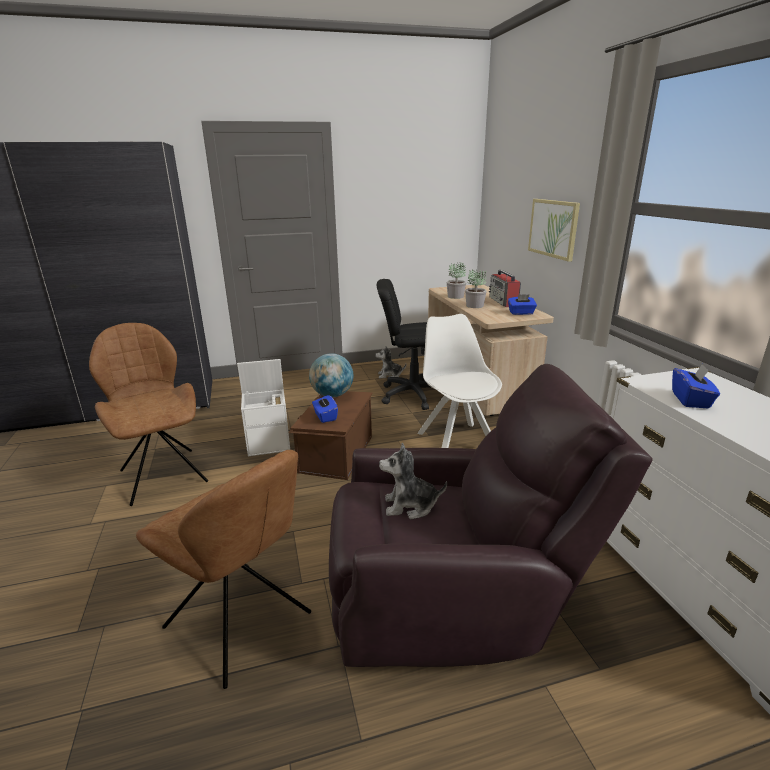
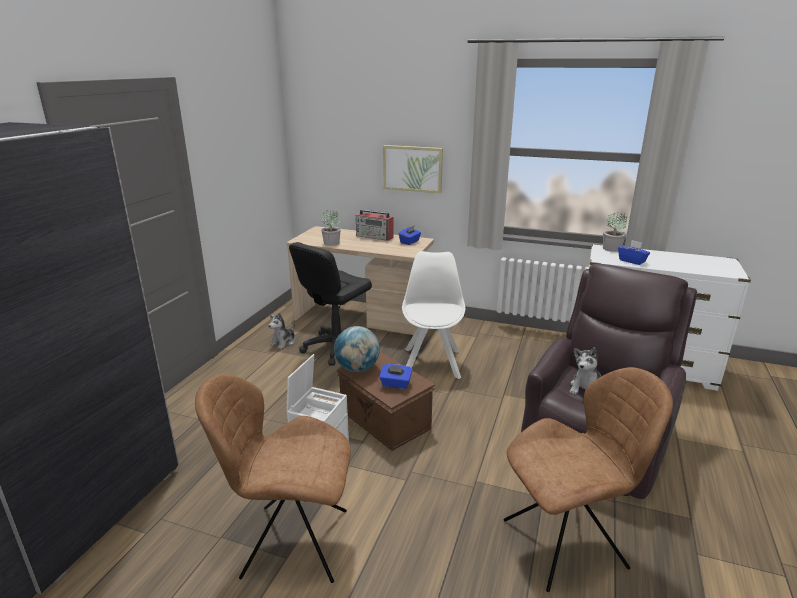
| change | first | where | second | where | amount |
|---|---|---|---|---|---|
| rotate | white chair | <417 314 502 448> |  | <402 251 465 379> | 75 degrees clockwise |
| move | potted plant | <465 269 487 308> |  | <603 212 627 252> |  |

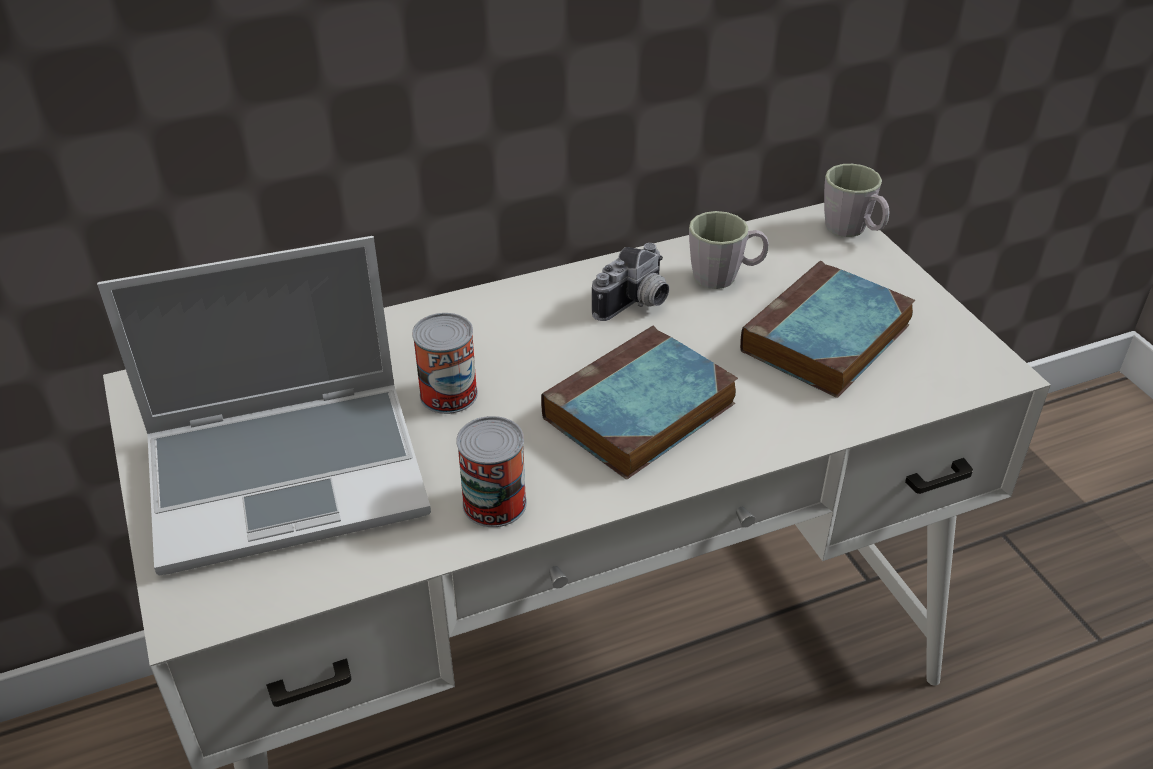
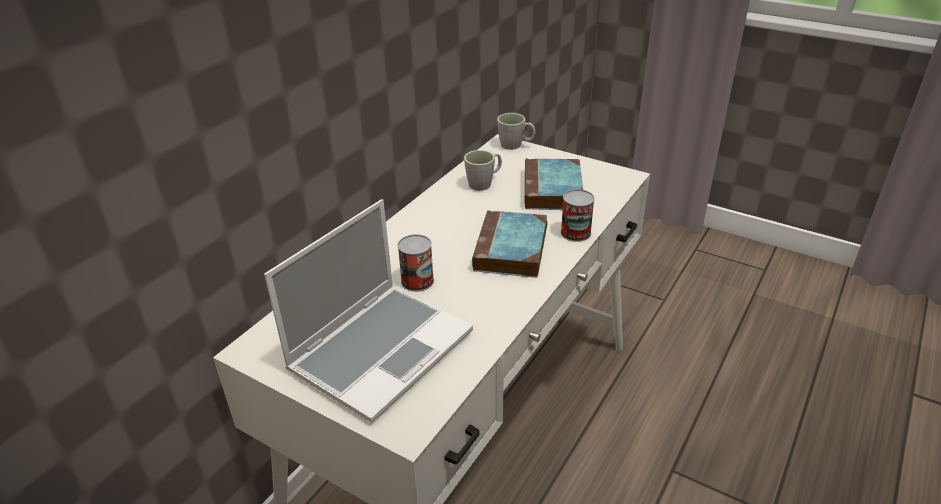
| change | first | where | second | where | amount |
|---|---|---|---|---|---|
| move | can | <456 416 527 527> |  | <561 189 595 242> |  |
| delete | photo camera | <592 243 669 321> |  |  |  |

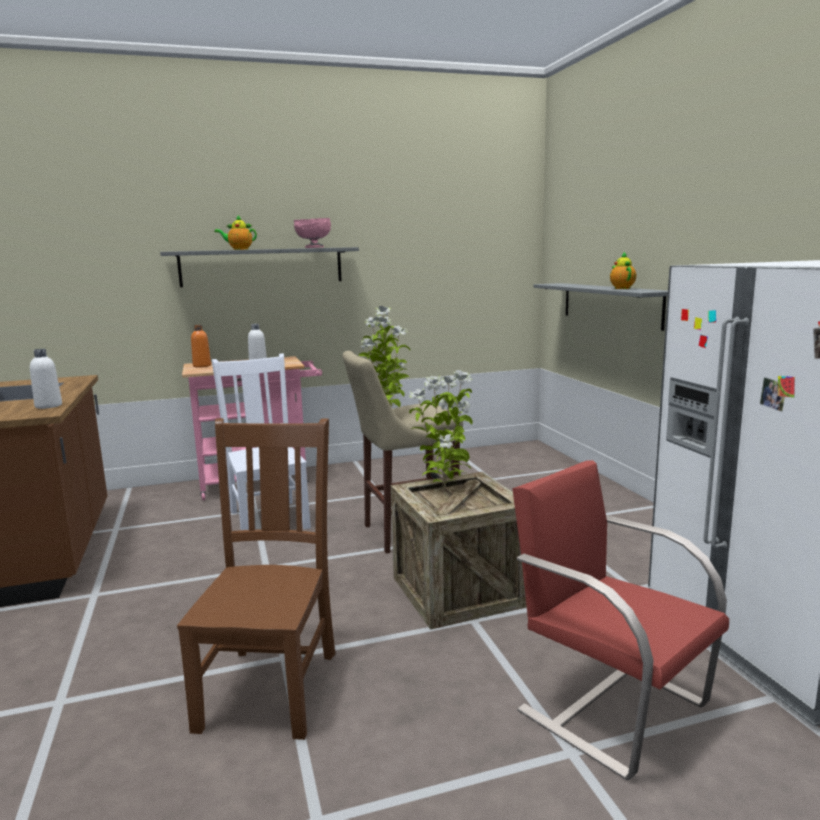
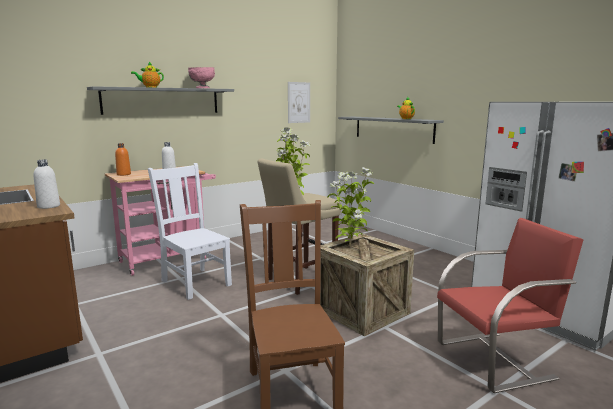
| change | first | where | second | where | amount |
|---|---|---|---|---|---|
| rotate | red chair | <512 460 729 780> |  | <437 218 583 393> | 135 degrees clockwise |
| insert |  |  | picture | <288 82 310 123> |  |

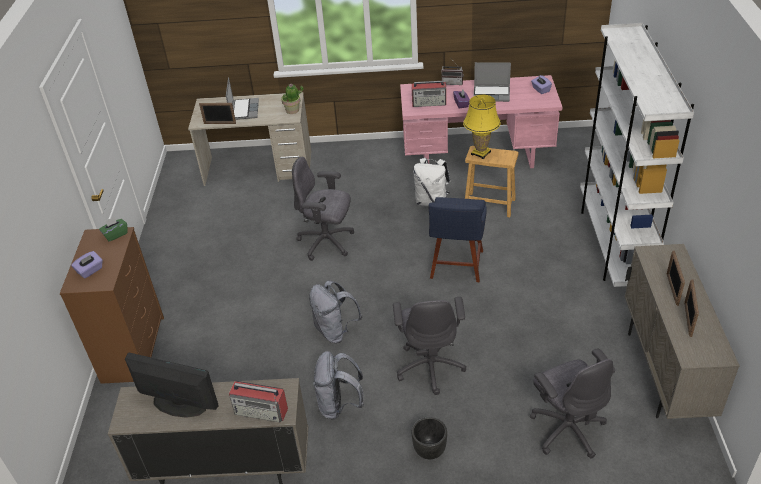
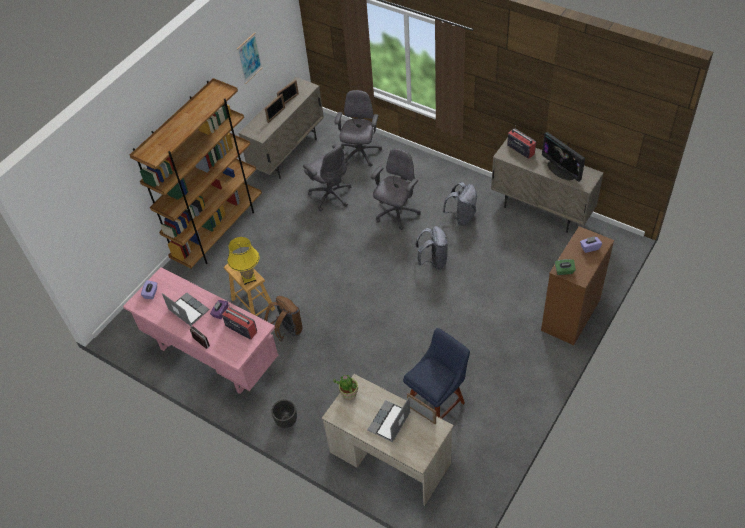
| change | first | where | second | where | amount |
|---|---|---|---|---|---|
| move | grey office chair | <292 157 354 261> |  | <303 144 351 211> |  |
| move | black planter | <412 417 447 459> |  | <271 399 297 428> |  |
| recolor | white backpack | <413 158 450 206> | brown backpack | <265 296 302 341> |  |
| move | blue chair | <429 197 487 282> |  | <403 328 470 419> |  |
| recolor | white bookcase | <580 23 694 287> | brown bookcase | <130 78 262 268> |  |
| insert |  |  | picture | <237 32 263 84> |  |

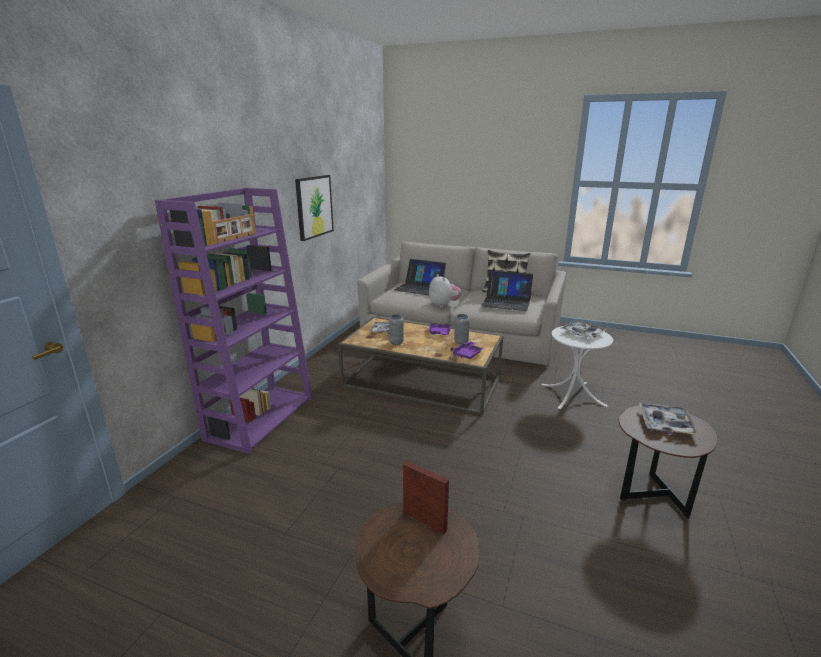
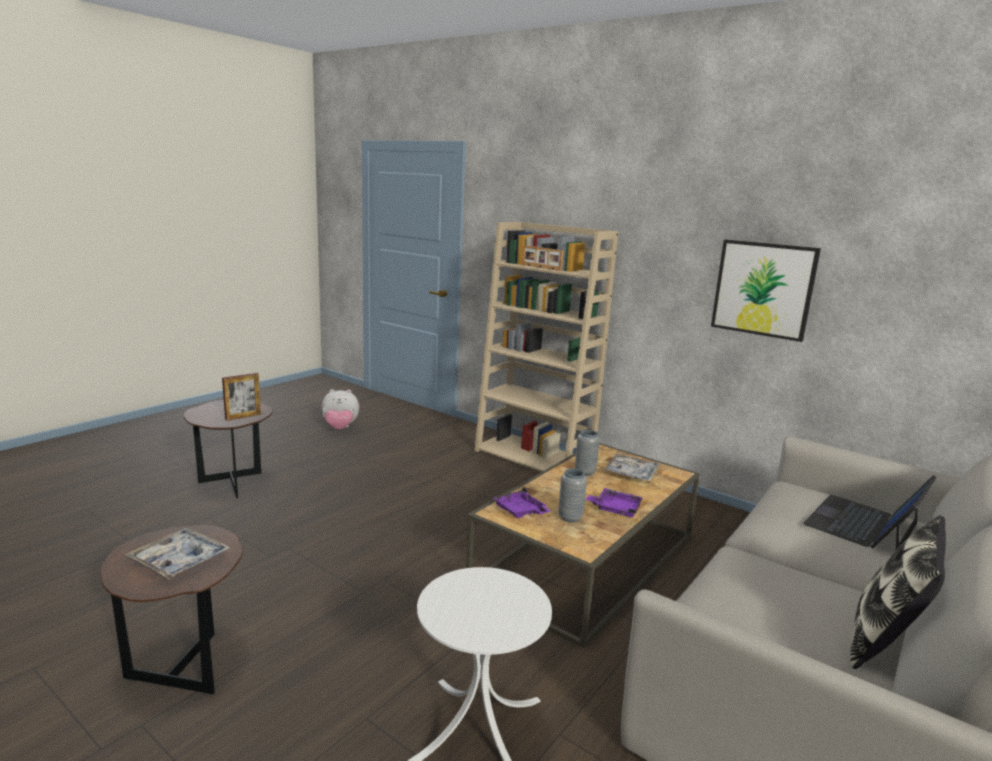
| change | first | where | second | where | amount |
|---|---|---|---|---|---|
| recolor | purple bookcase | <155 188 313 454> | beige bookcase | <474 222 618 472> |  |
| move | plush toy | <429 274 461 308> |  | <321 389 359 430> |  |
| delete | laptop | <482 270 533 311> |  |  |  |
| delete | tray | <561 320 607 338> |  |  |  |

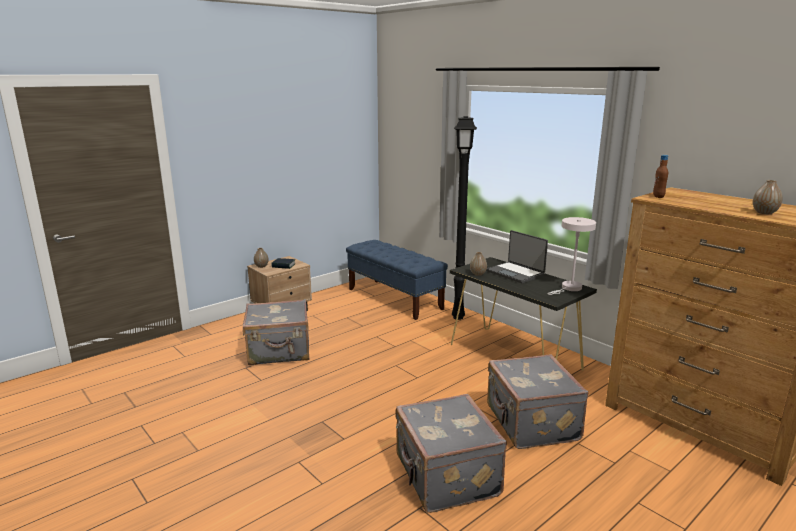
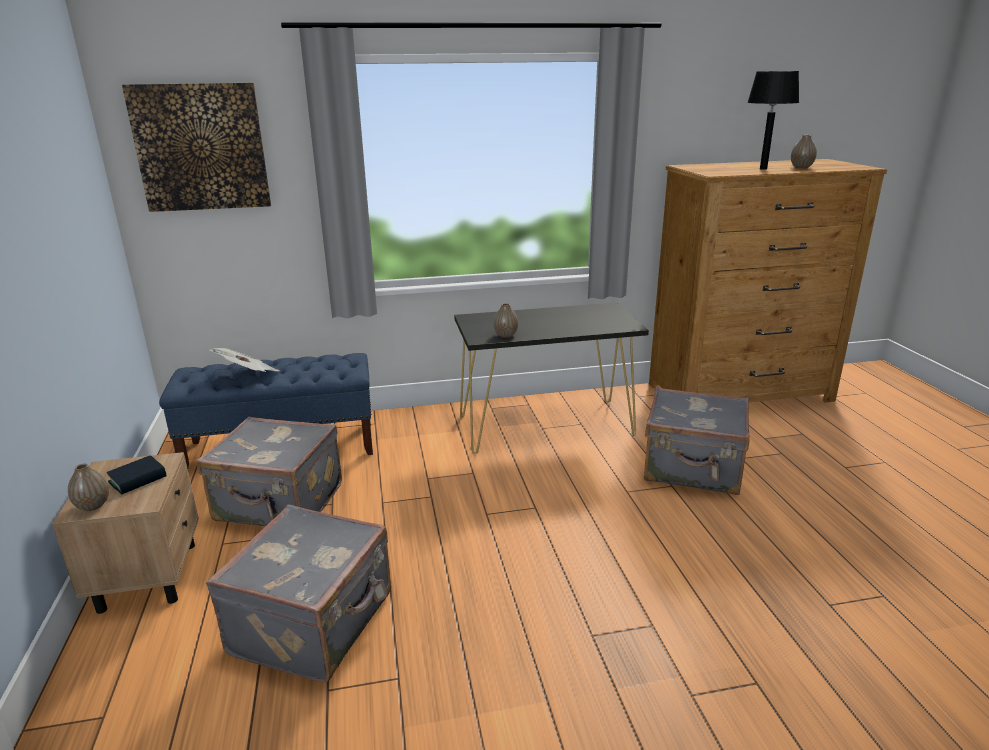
| change | first | where | second | where | amount |
|---|---|---|---|---|---|
| move | grey suitcase | <395 394 507 513> |  | <197 417 342 526> |  |
| delete | black floor lamp | <452 116 477 320> |  |  |  |
| delete | laptop | <486 230 548 283> |  |  |  |
| delete | white table lamp | <547 217 596 295> |  |  |  |
| delete | brown bottle | <653 155 668 198> |  |  |  |
| insert |  |  | picture | <122 83 271 212> |  |
| insert |  |  | newspaper | <209 348 280 372> |  |
| insert |  |  | black table lamp | <747 71 799 170> |  |

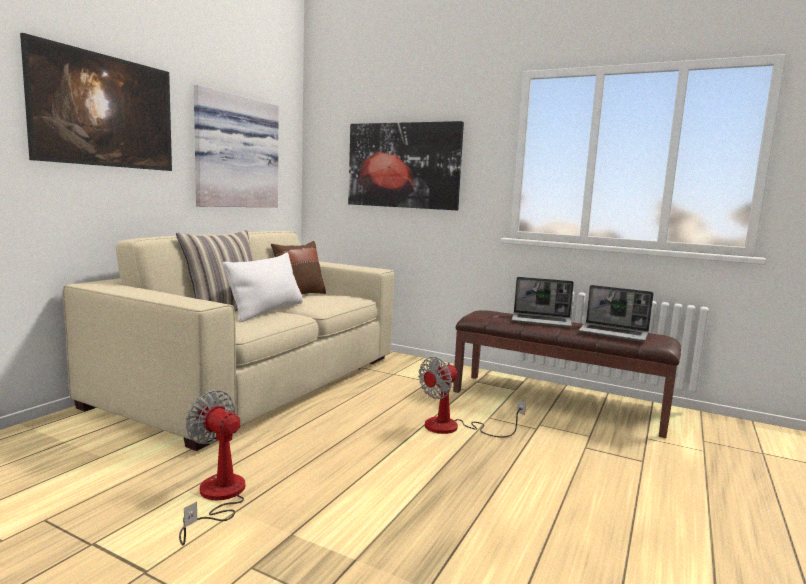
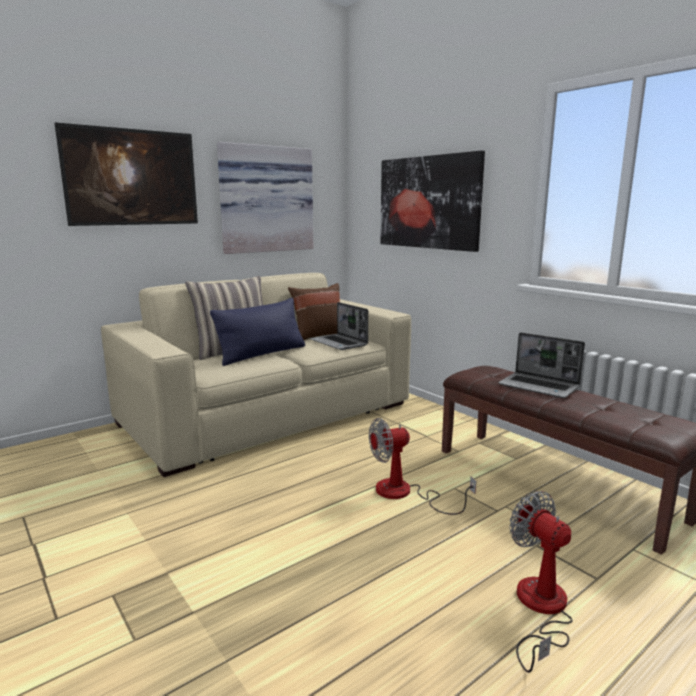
| change | first | where | second | where | amount |
|---|---|---|---|---|---|
| move | fan | <179 390 245 545> |  | <509 491 573 673> |  |
| recolor | white pillow | <222 253 303 323> | blue pillow | <210 298 305 366> |  |
| move | laptop | <579 285 654 342> |  | <310 302 368 350> |  |

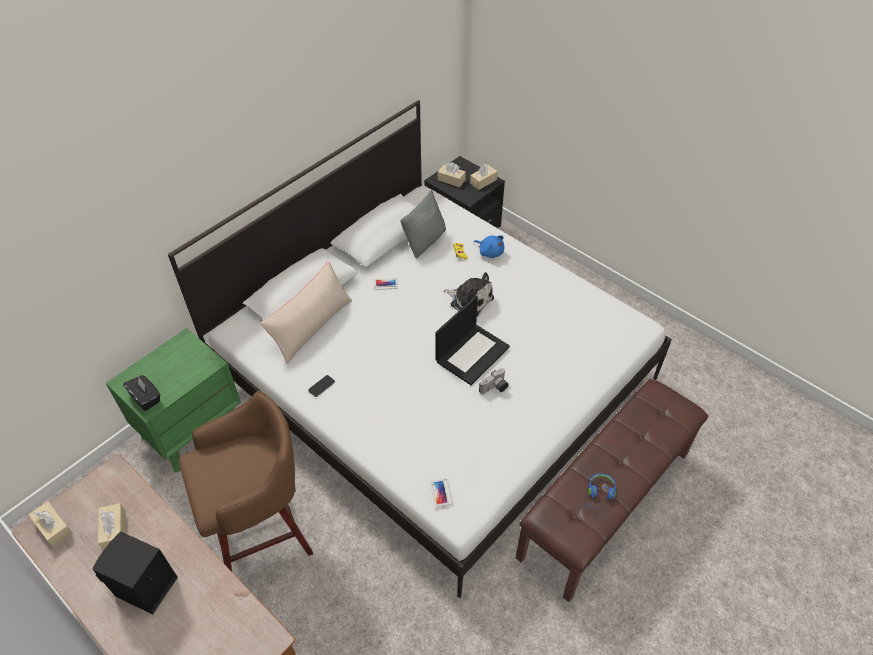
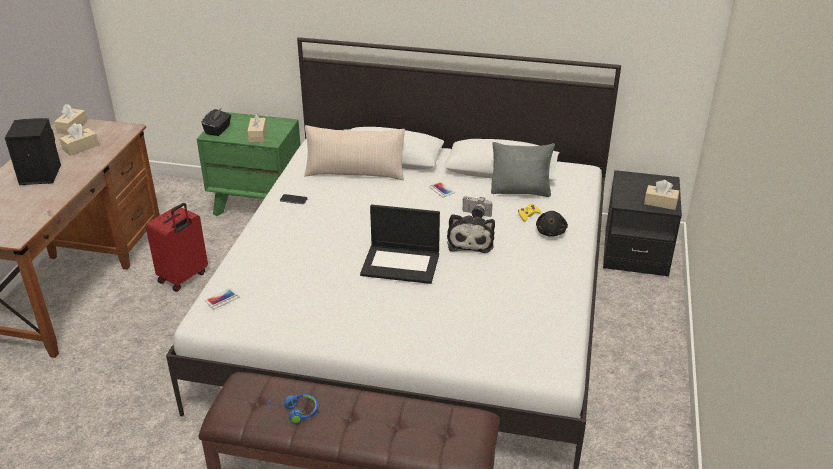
| change | first | where | second | where | amount |
|---|---|---|---|---|---|
| replace | brown stool | <179 391 313 571> | red suitcase | <146 203 208 291> |  |
| move | beige tissue box | <438 162 466 187> |  | <247 113 267 142> |  |
| recolor | blue plush toy | <474 235 504 258> | black plush toy | <536 211 568 237> |  |
| move | photo camera | <479 368 509 394> |  | <463 196 493 218> |  |

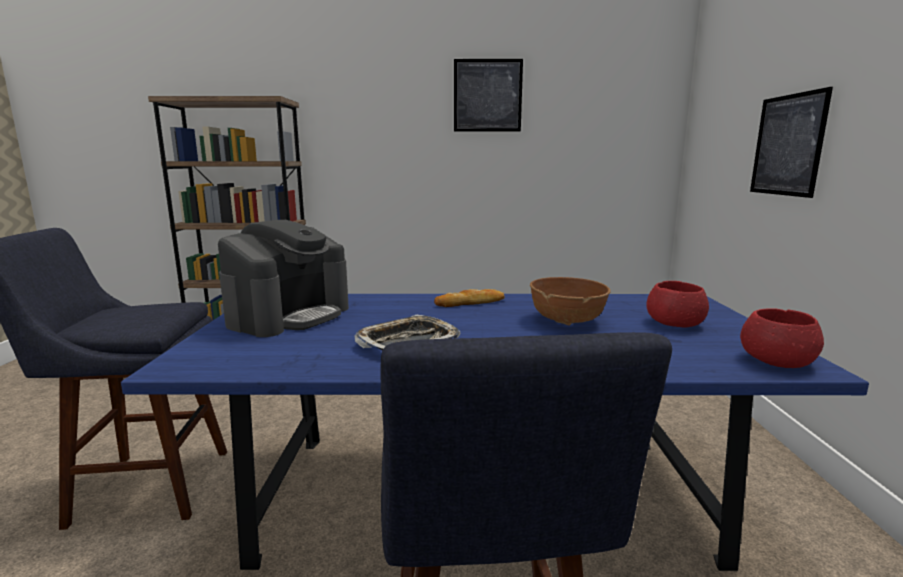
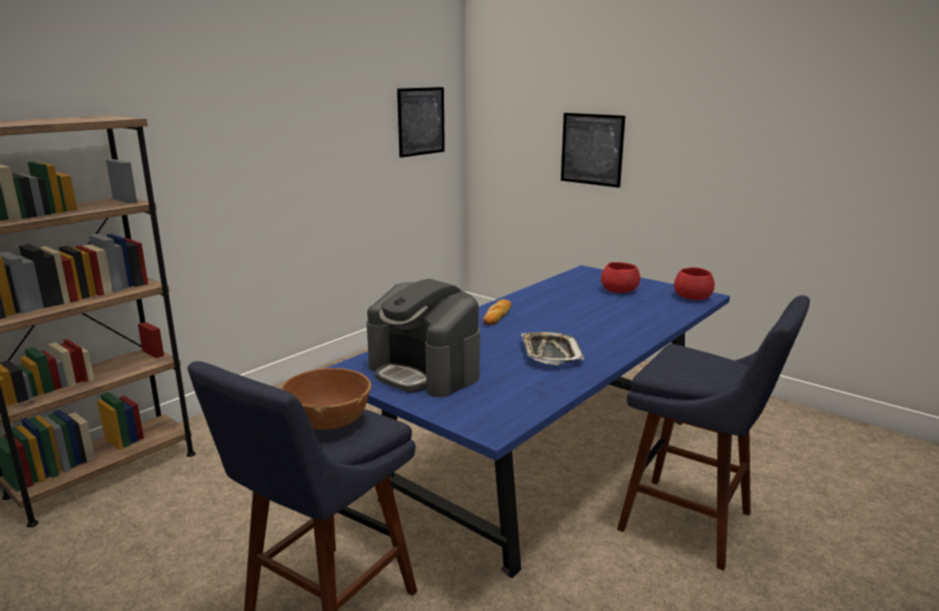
| change | first | where | second | where | amount |
|---|---|---|---|---|---|
| rotate | coffee machine | <218 220 349 337> |  | <367 279 480 397> | 150 degrees clockwise |
| move | picture | <454 59 523 132> |  | <397 87 445 158> |  |
| move | brown bowl | <530 277 611 325> |  | <282 368 371 430> |  |

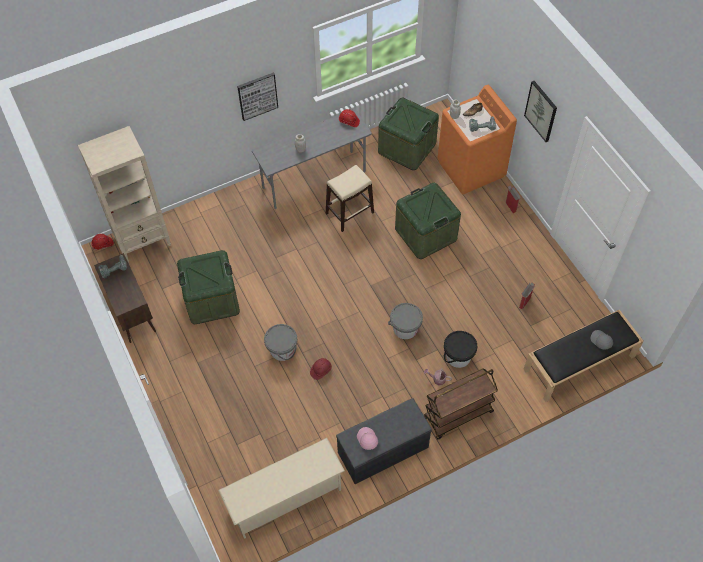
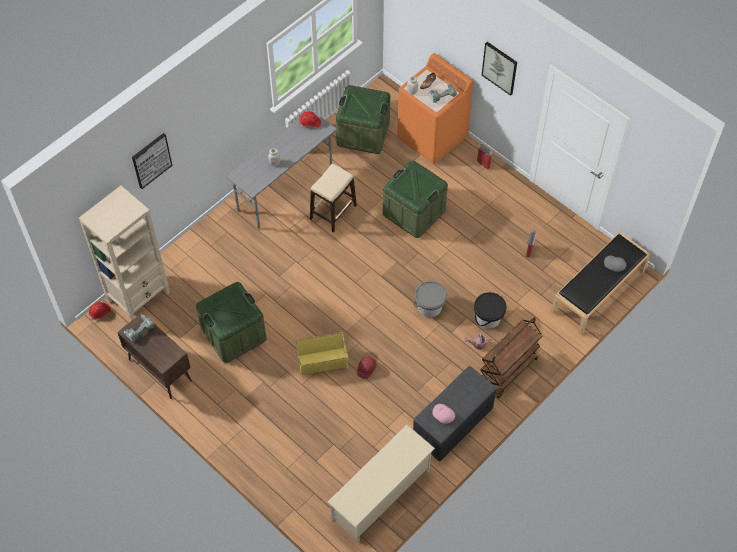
| change | first | where | second | where | amount |
|---|---|---|---|---|---|
| move | picture | <237 73 278 121> |  | <132 133 172 189> |  |
| replace | grey bucket | <264 324 297 361> | yellow storage box | <296 332 348 375> |  |

